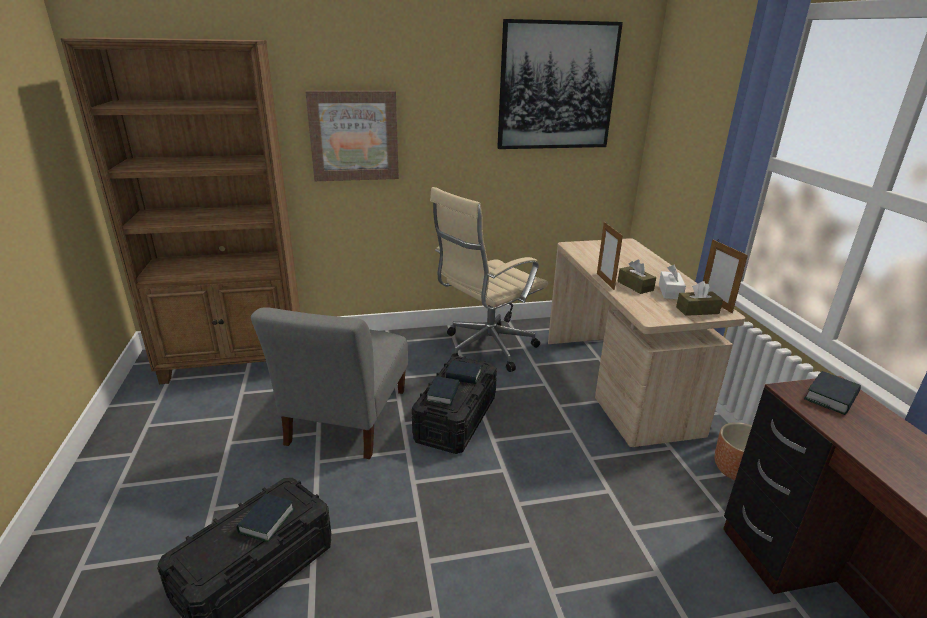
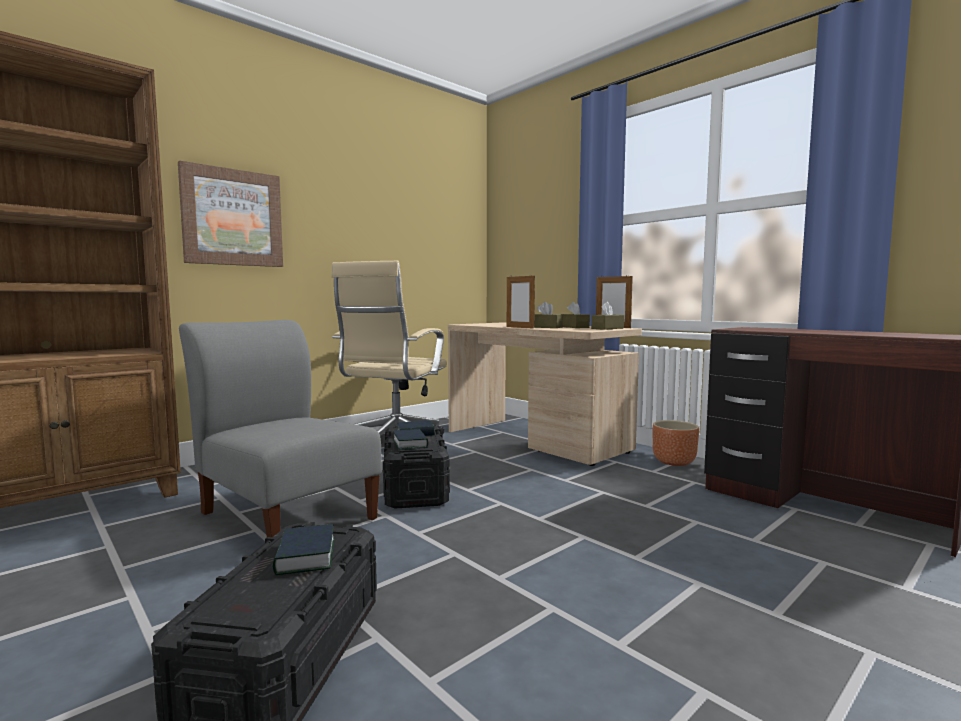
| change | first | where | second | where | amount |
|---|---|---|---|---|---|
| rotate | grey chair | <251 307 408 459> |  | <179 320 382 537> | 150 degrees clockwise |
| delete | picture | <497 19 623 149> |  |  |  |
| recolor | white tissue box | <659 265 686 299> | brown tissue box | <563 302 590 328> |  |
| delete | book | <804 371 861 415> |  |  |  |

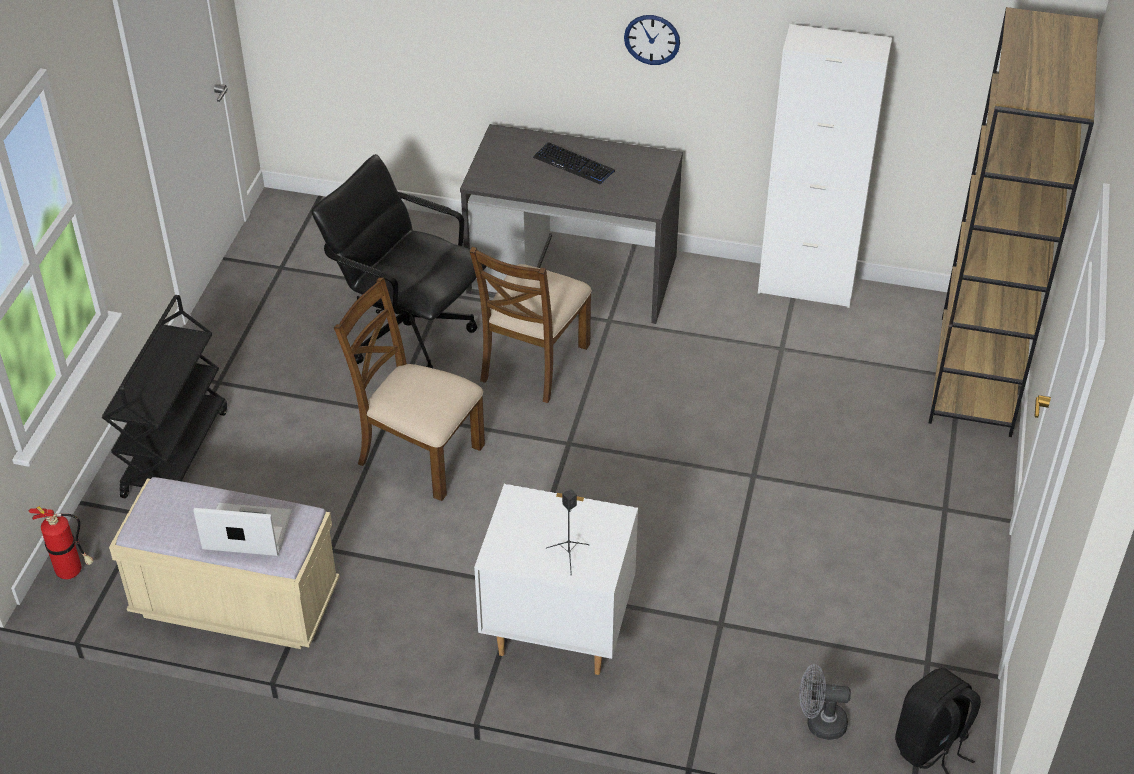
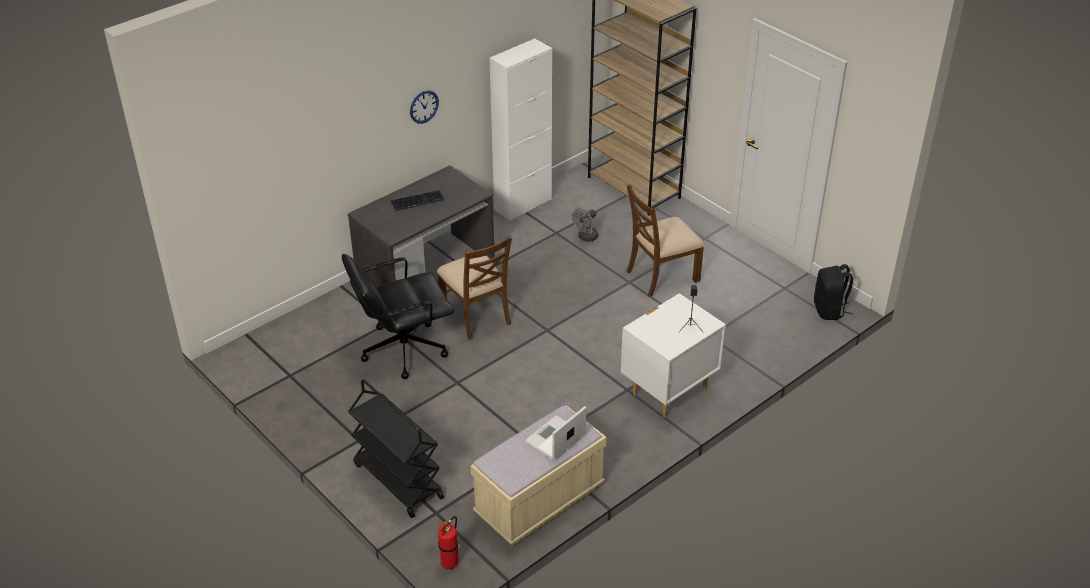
| change | first | where | second | where | amount |
|---|---|---|---|---|---|
| move | brown chair | <334 277 485 501> |  | <626 184 704 297> |  |
| move | grey fan | <799 664 851 740> |  | <572 208 598 242> |  |

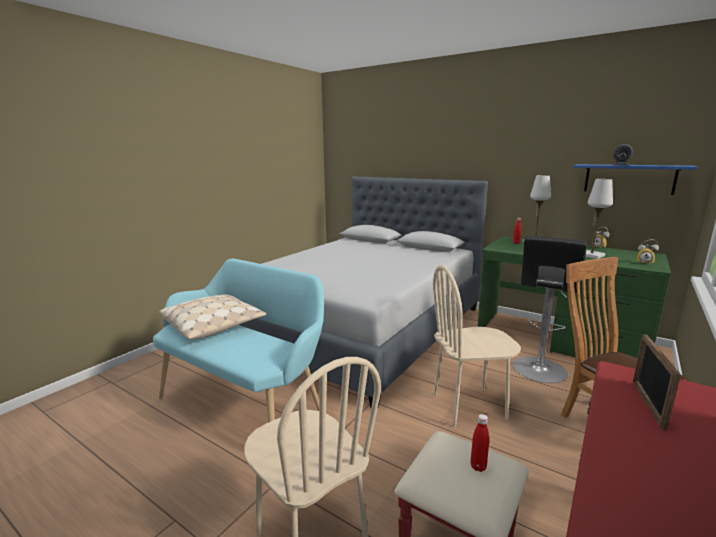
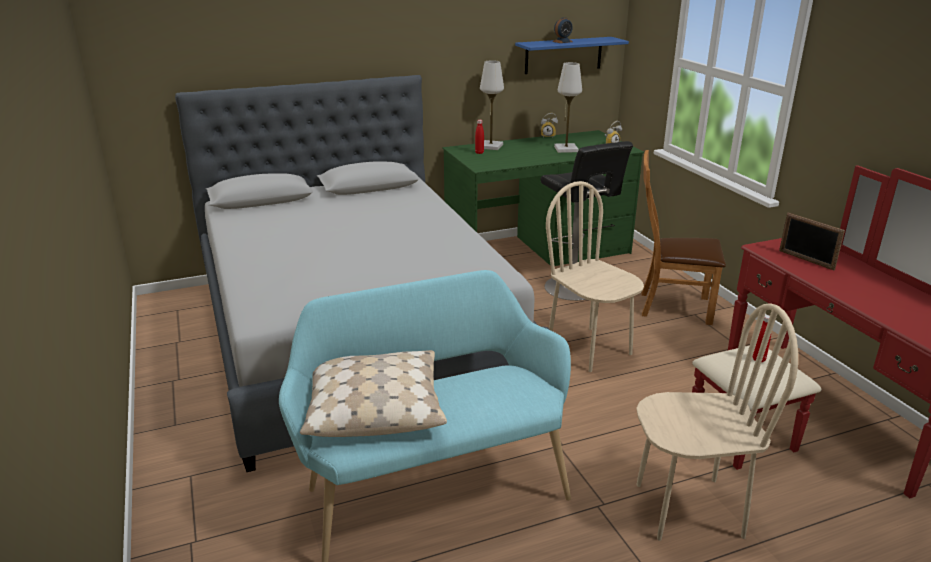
| change | first | where | second | where | amount |
|---|---|---|---|---|---|
| rotate | beige chair | <433 265 521 428> |  | <546 181 644 372> | 120 degrees clockwise |

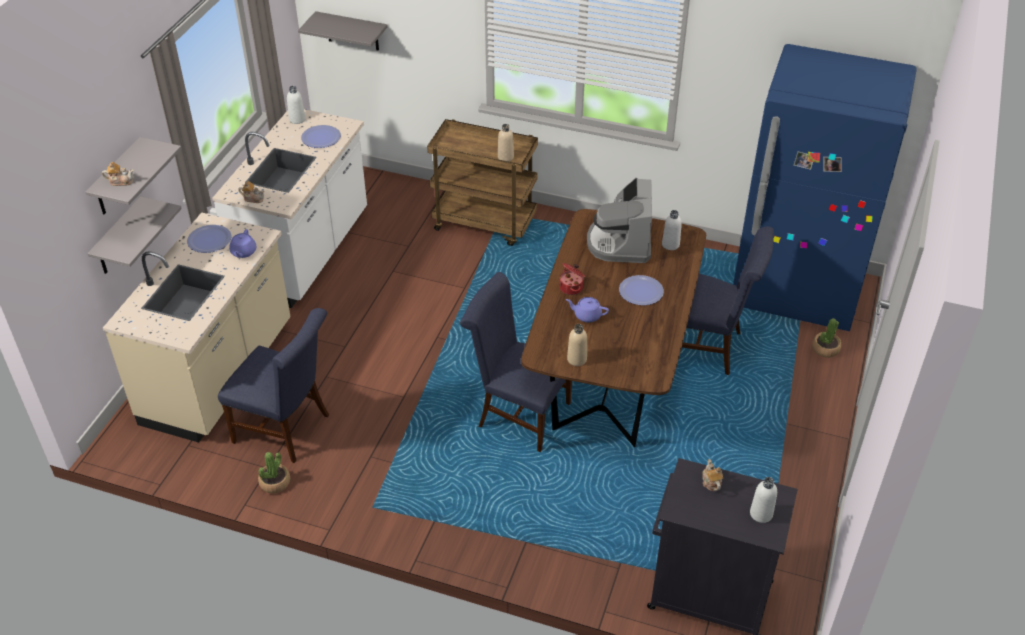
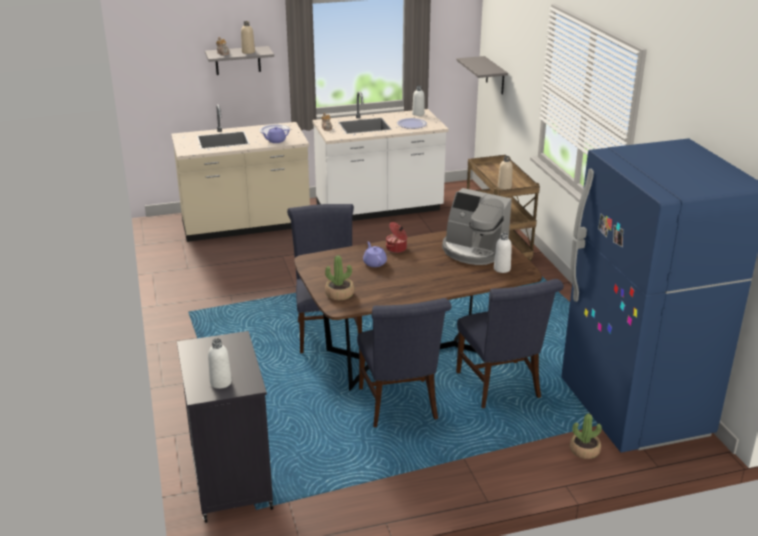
| change | first | where | second | where | amount |
|---|---|---|---|---|---|
| delete | grey shelf | <87 196 182 274> |  |  |  |
| move | blue chair | <218 308 329 463> |  | <357 298 452 427> |  |
| move | potted plant | <258 452 290 493> |  | <325 255 354 300> |  |
| move | beige bottle | <567 324 587 366> |  | <241 21 255 54> |  |
| rotate | coffee machine | <587 178 652 263> |  | <442 188 512 265> | 120 degrees counterclockwise |
| delete | plate | <619 275 664 305> |  |  |  |
| delete | teapot | <702 459 723 491> |  |  |  |

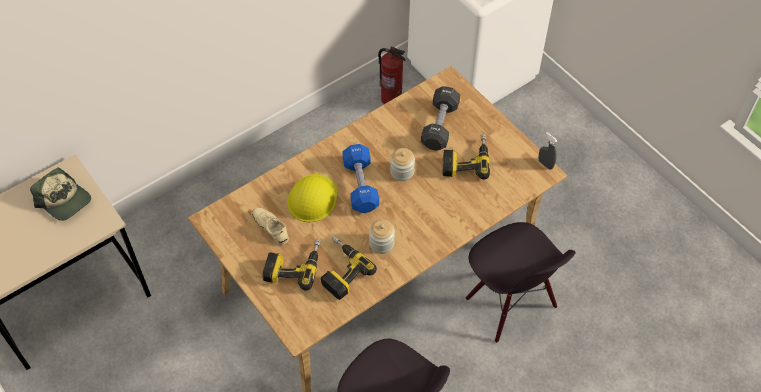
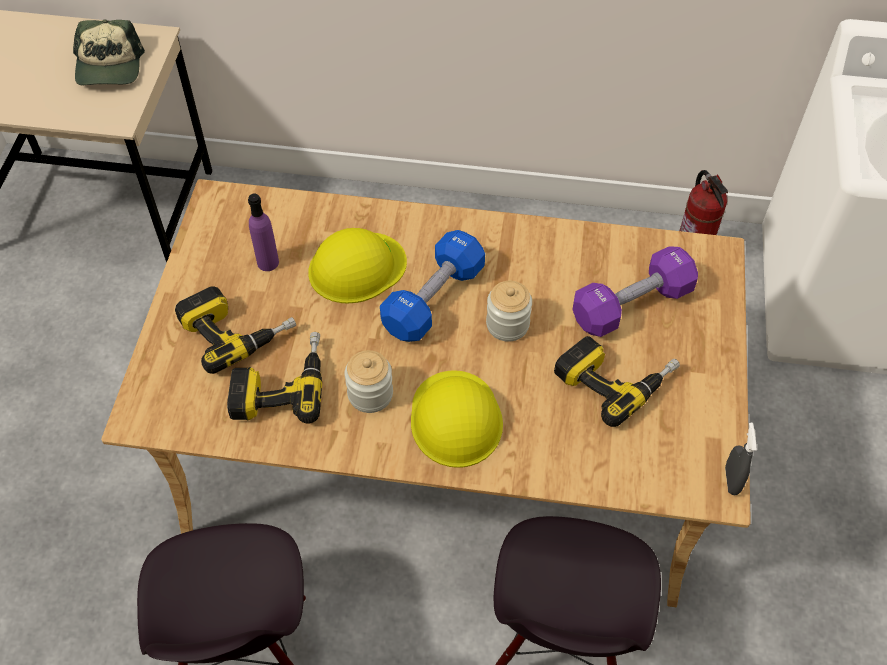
| change | first | where | second | where | amount |
|---|---|---|---|---|---|
| replace | beige shoe | <252 208 289 245> | purple bottle | <248 194 279 271> |  |
| recolor | black dumbbell | <421 86 460 150> | purple dumbbell | <572 246 698 337> |  |
| insert |  |  | yellow hard hat | <411 370 503 468> |  |

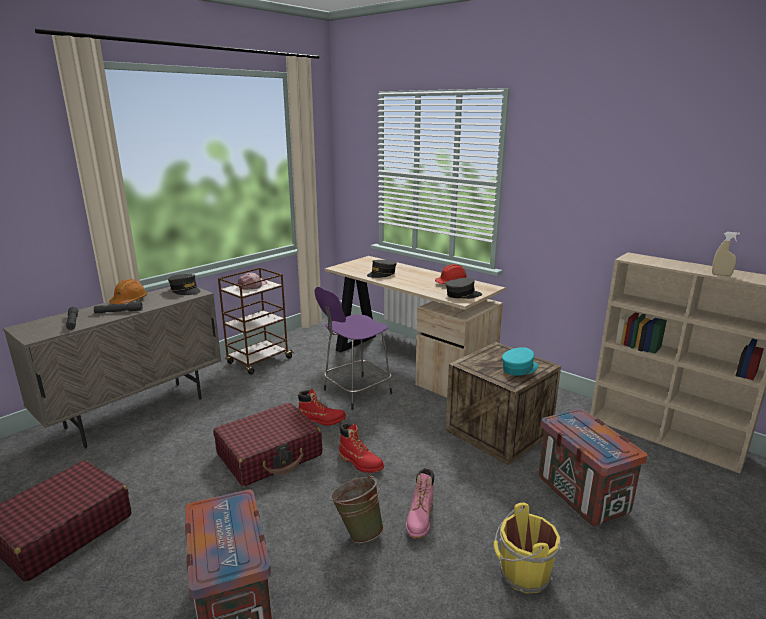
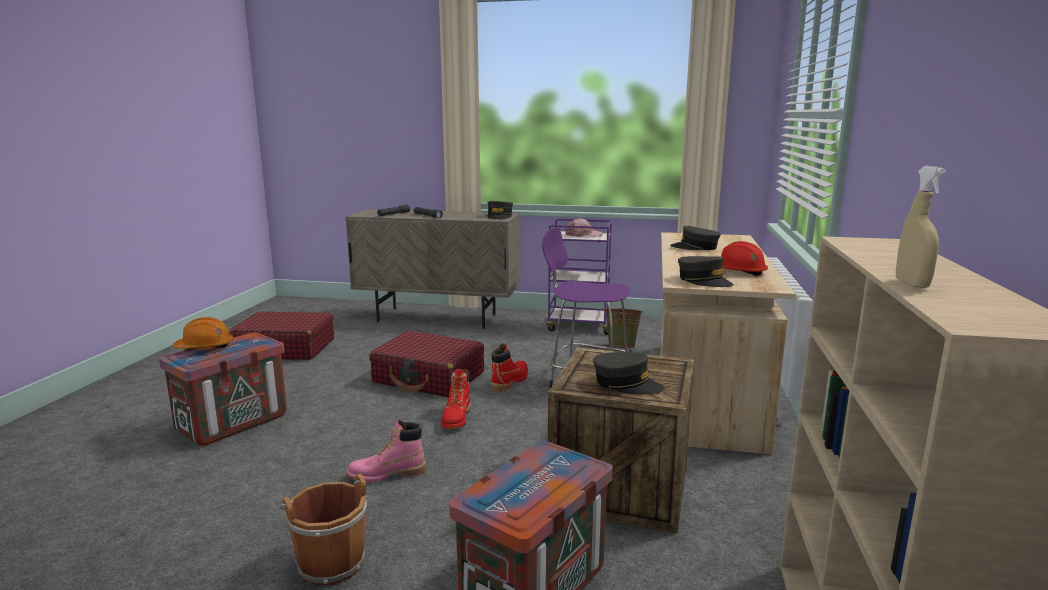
| change | first | where | second | where | amount |
|---|---|---|---|---|---|
| move | orange hard hat | <109 279 147 304> |  | <173 317 233 349> |  |
| recolor | brown cart | <218 267 294 375> | purple cart | <546 219 612 335> |  |
| rotate | red boot | <298 388 346 426> |  | <491 343 528 391> | 120 degrees counterclockwise |
| move | green bucket | <330 474 384 543> |  | <604 307 643 348> |  |
| recolor | yellow bucket | <494 503 562 594> | brown bucket | <279 474 367 586> |  |
| recolor | turquoise cap | <502 347 538 376> | grey cap | <593 352 664 394> |  |

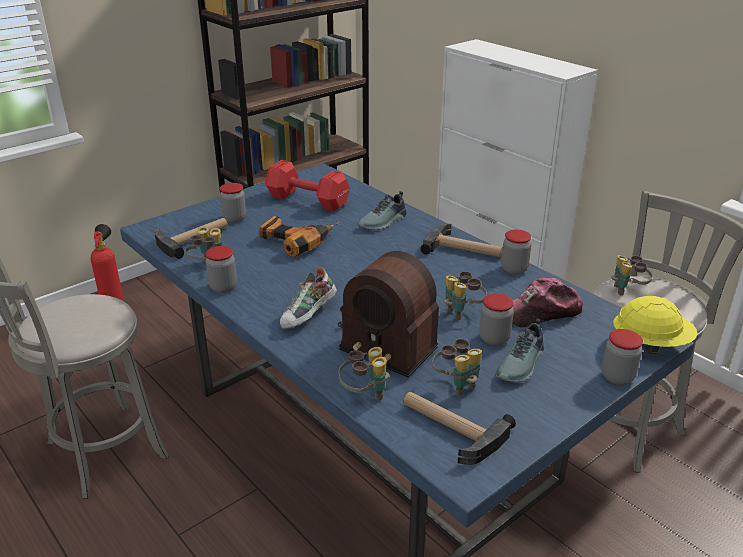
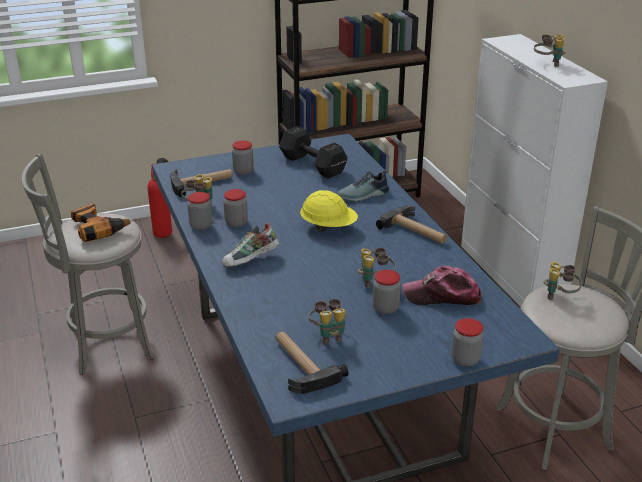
| change | first | where | second | where | amount |
|---|---|---|---|---|---|
| move | power drill | <259 216 339 257> |  | <71 204 141 242> |  |
| recolor | red dumbbell | <265 160 350 211> | black dumbbell | <279 126 347 179> |  |
| delete | radio | <338 251 439 377> |  |  |  |
| move | binoculars | <338 347 390 400> |  | <534 34 565 67> |  |
| delete | shoe | <495 319 544 382> |  |  |  |
| move | jar | <501 229 531 275> |  | <223 189 248 227> |  |
| move | yellow hard hat | <613 296 698 354> |  | <300 190 358 232> |  |

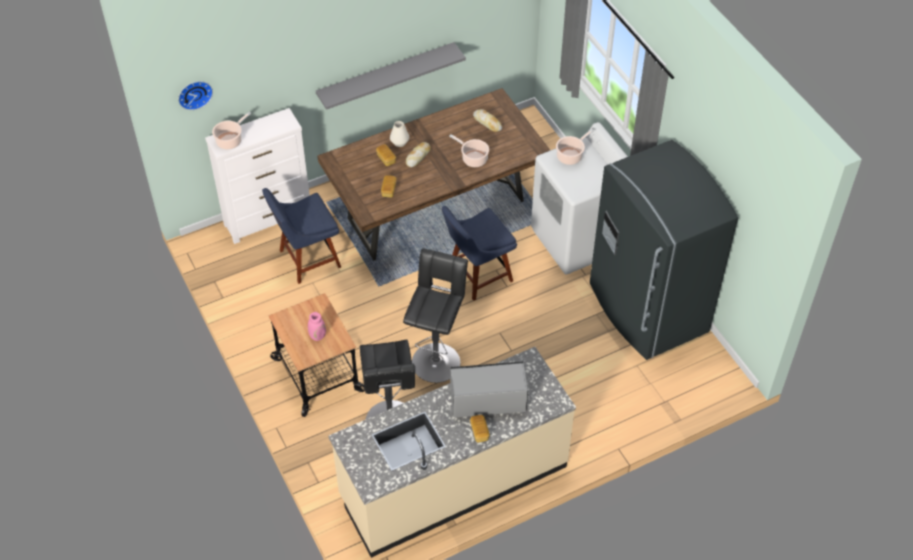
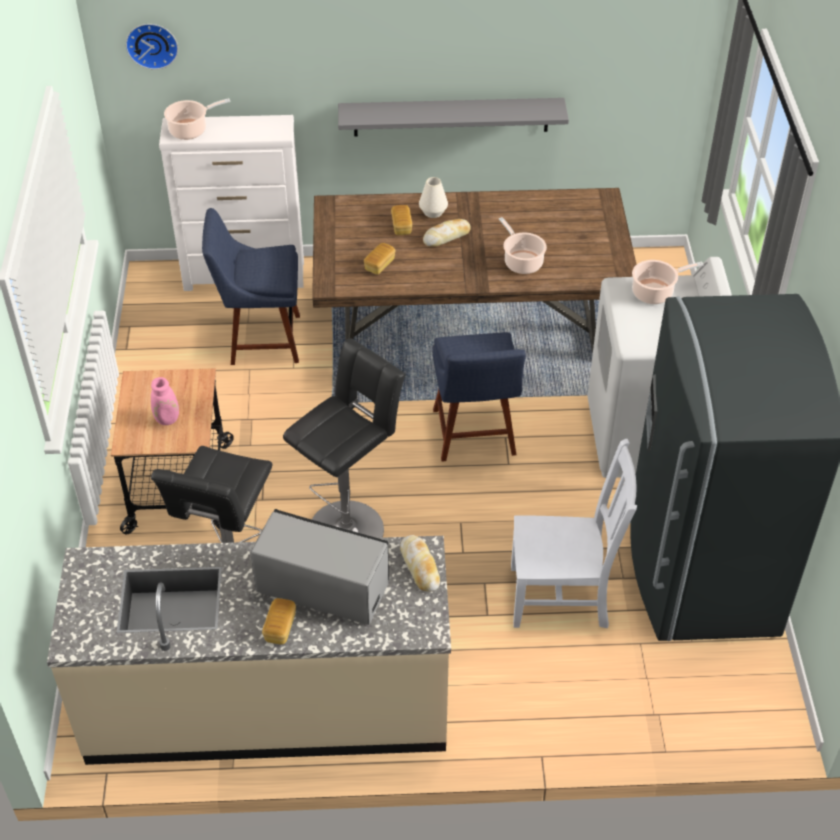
| change | first | where | second | where | amount |
|---|---|---|---|---|---|
| rotate | blue chair | <442 206 517 301> |  | <432 332 526 462> | 90 degrees counterclockwise |
| move | bread | <473 109 502 132> |  | <400 535 440 591> |  |
| insert |  |  | white chair | <511 439 637 628> |  |

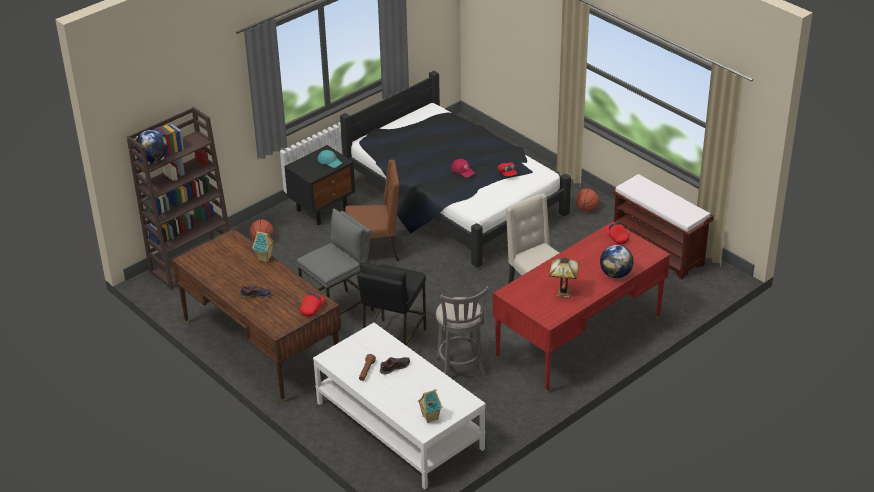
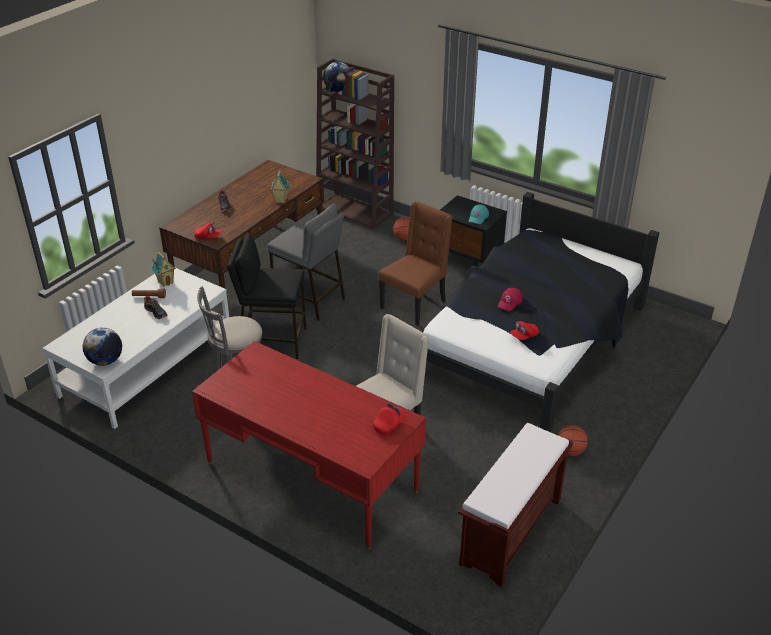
| change | first | where | second | where | amount |
|---|---|---|---|---|---|
| rotate | brown chair | <345 159 399 261> |  | <378 202 453 326> | 120 degrees counterclockwise |
| move | toy house | <418 389 442 423> |  | <151 252 176 287> |  |
| delete | table lamp | <549 257 579 298> |  |  |  |
| move | globe | <600 245 633 278> |  | <83 328 122 366> |  |

